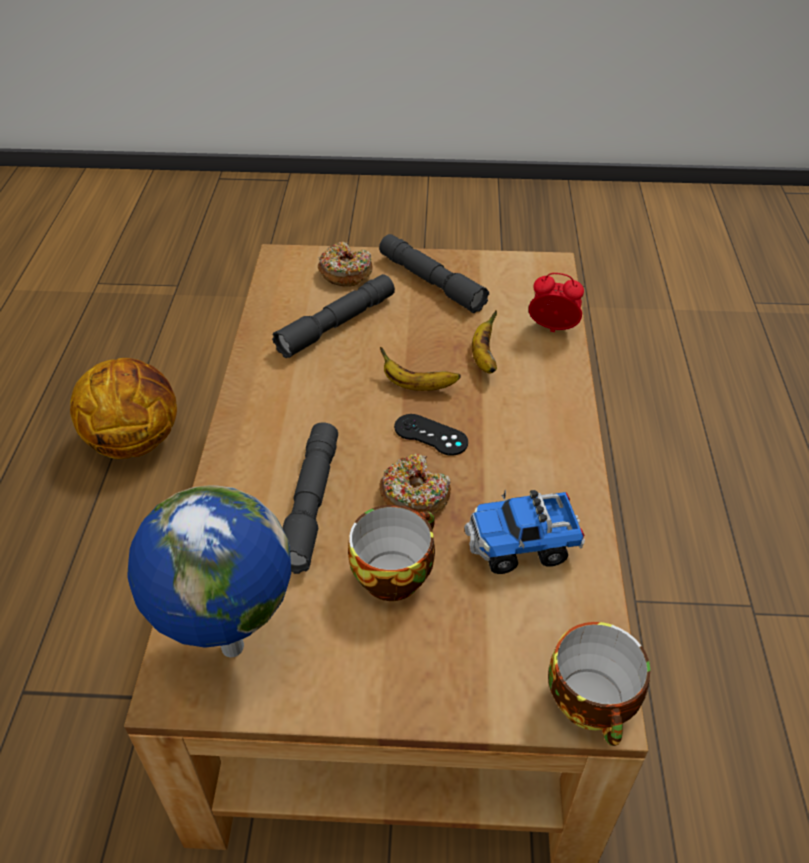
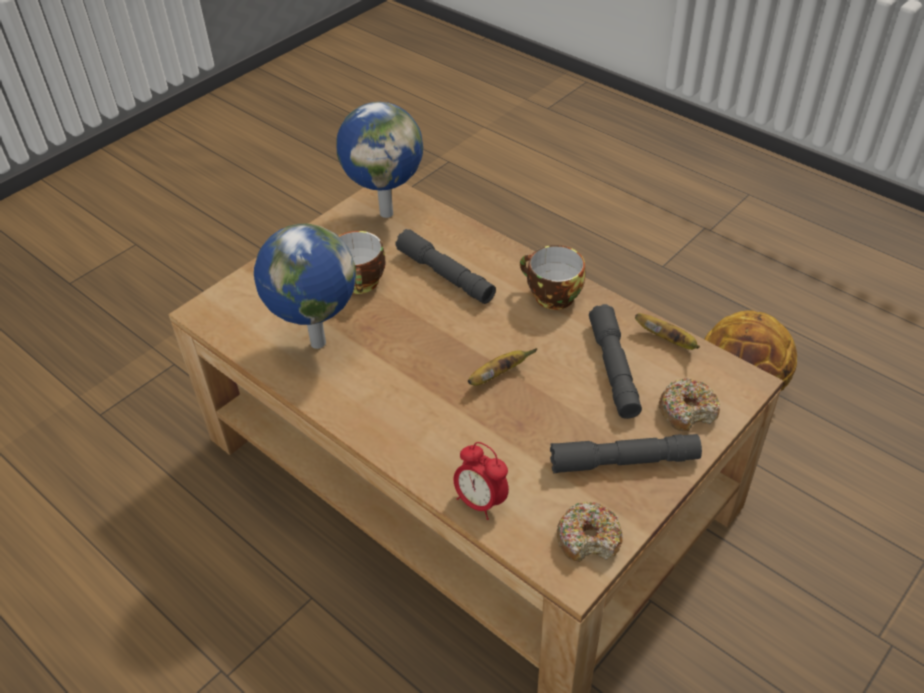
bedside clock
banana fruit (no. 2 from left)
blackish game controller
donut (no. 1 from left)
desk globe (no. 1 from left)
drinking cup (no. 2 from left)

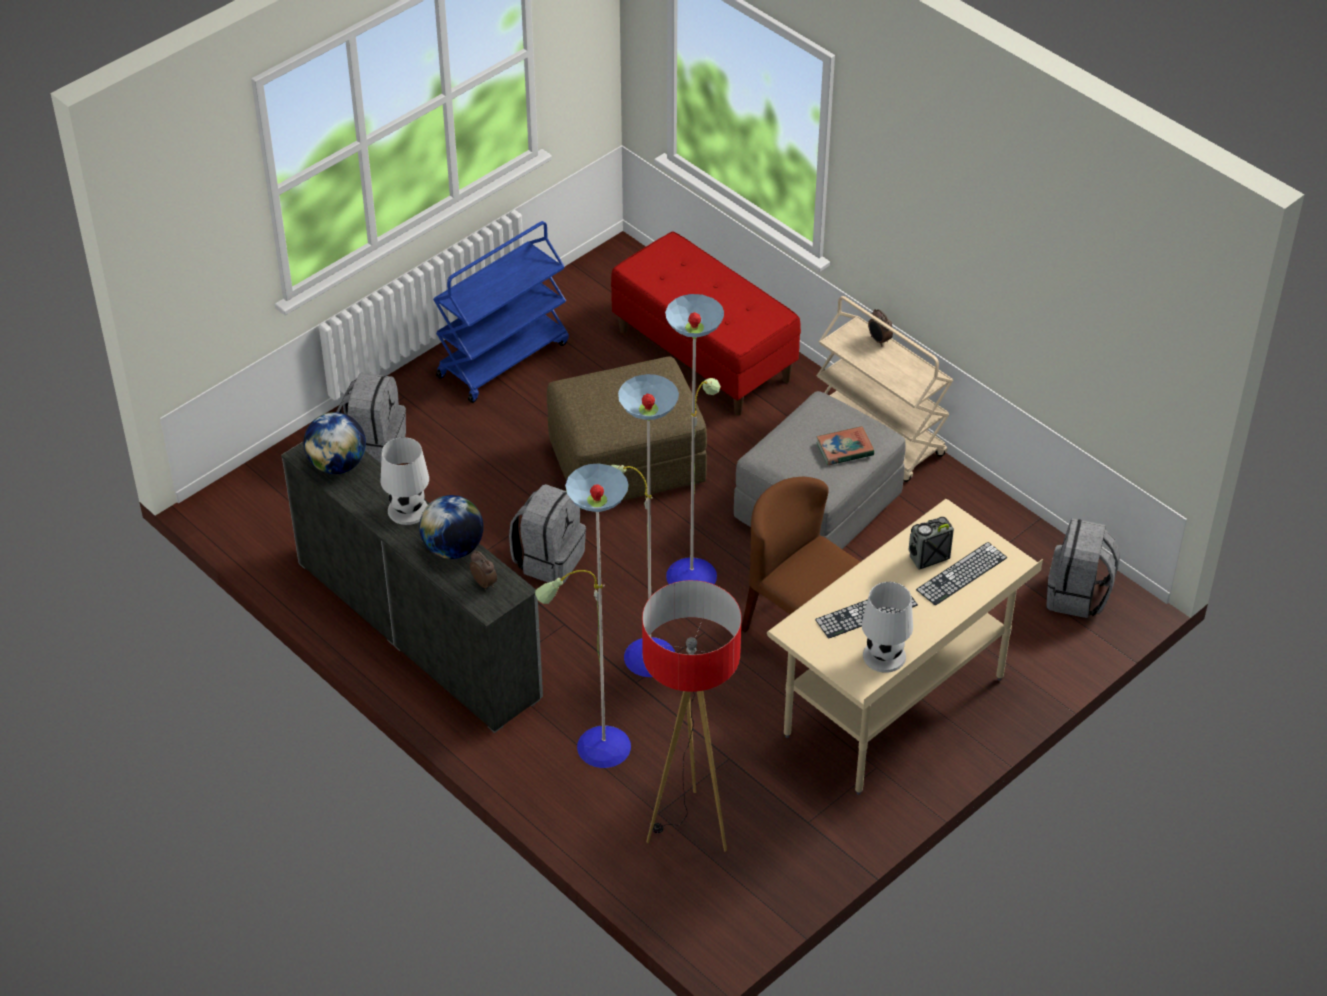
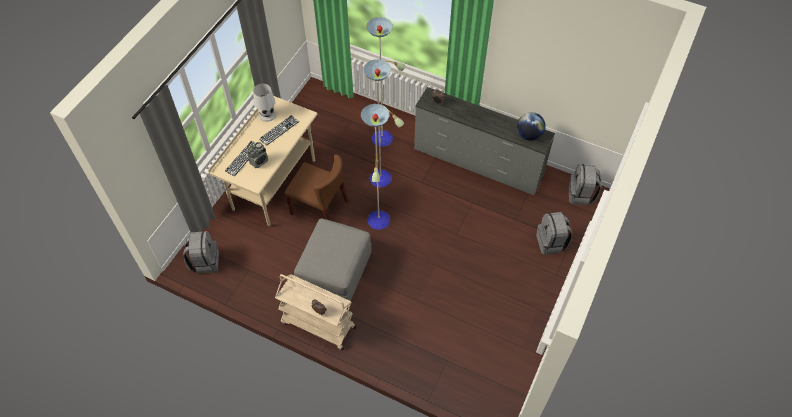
blue-coloured trolley
red bench
brownish pouffe
volume
white table lamp (no. 1 from left in the first image)
gray rucksack (no. 3 from left)
desk globe (no. 2 from left in the first image)
floor lamp (no. 2 from left in the first image)

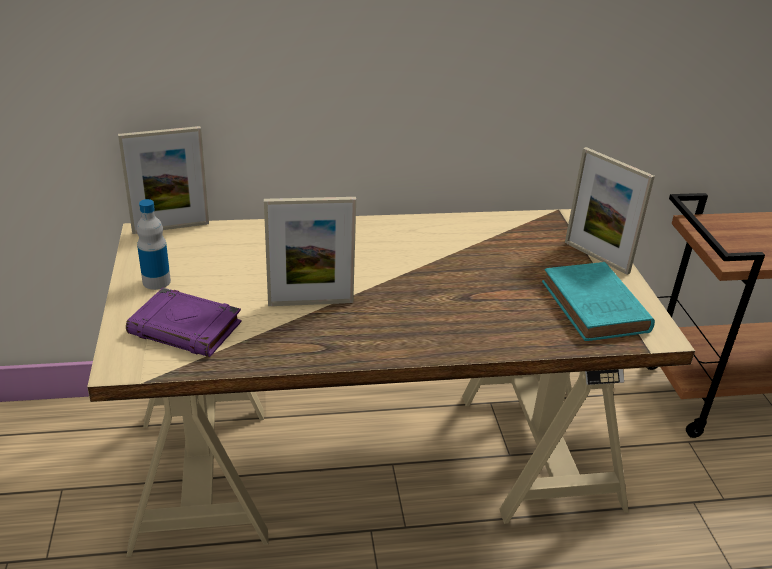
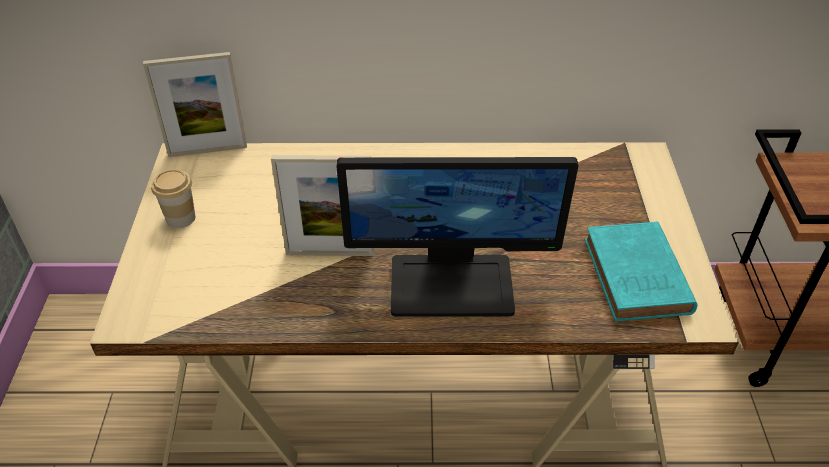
standing frame (no. 3 from left in the first image)
drinking cup
purple volume
computer screen

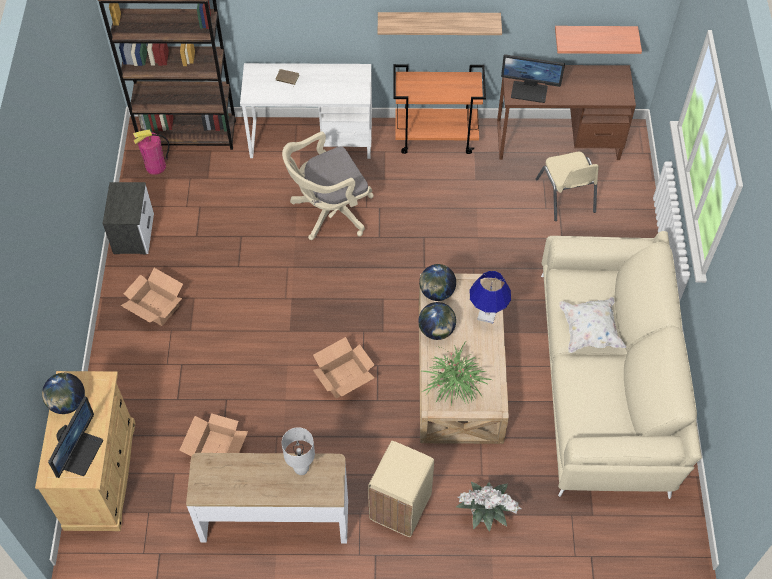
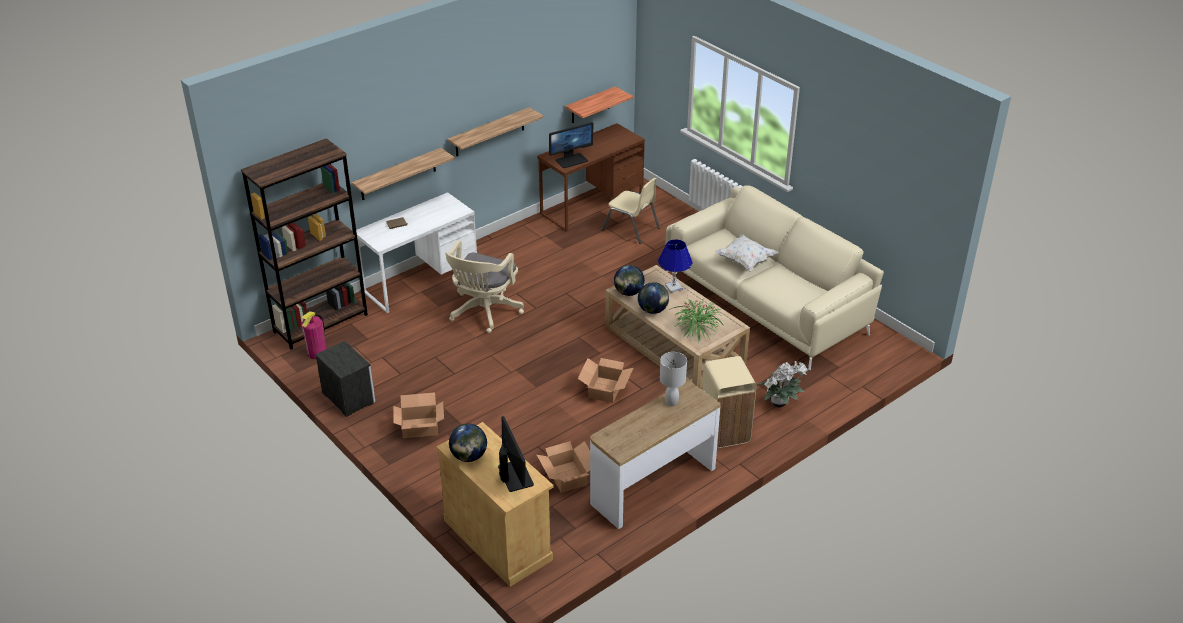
orangey trolley
shelf (no. 1 from left)

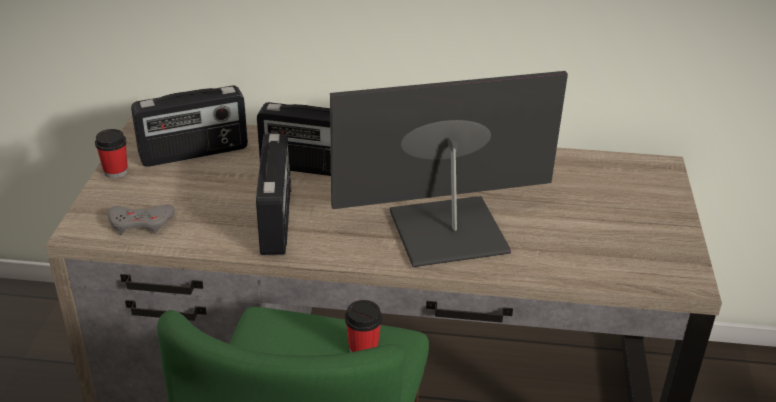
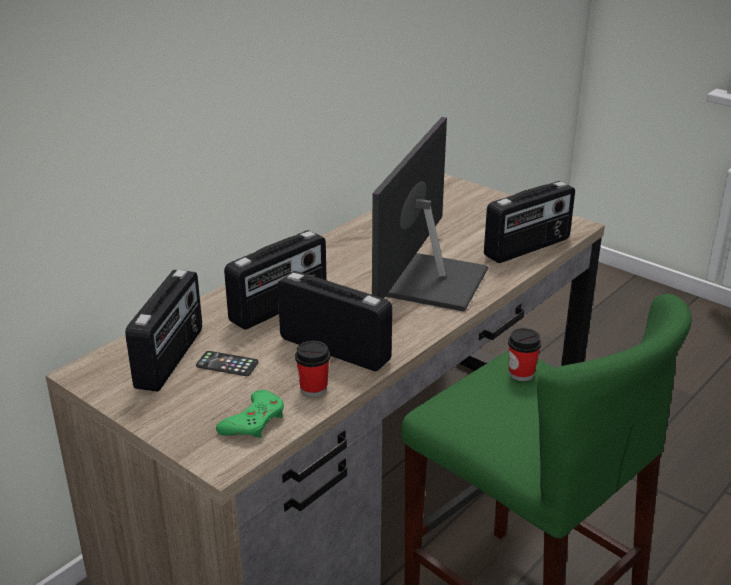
drinking cup (no. 1 from left)
greenish game controller
radio set (no. 4 from left)
phone

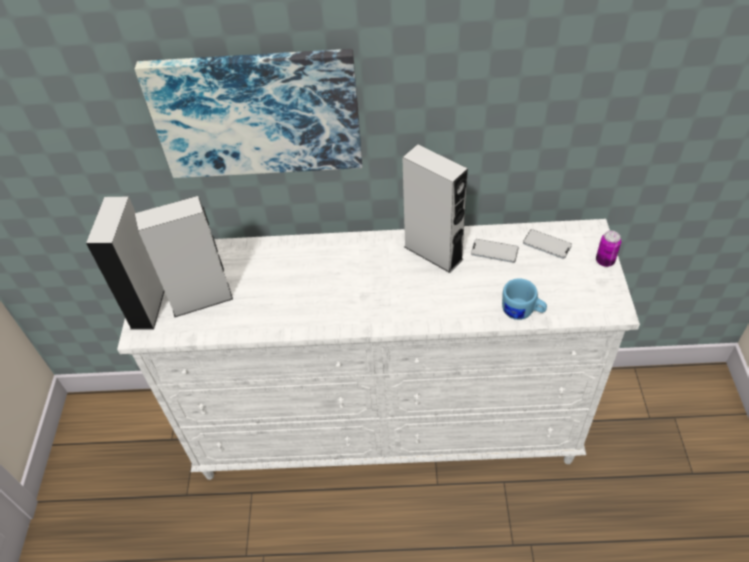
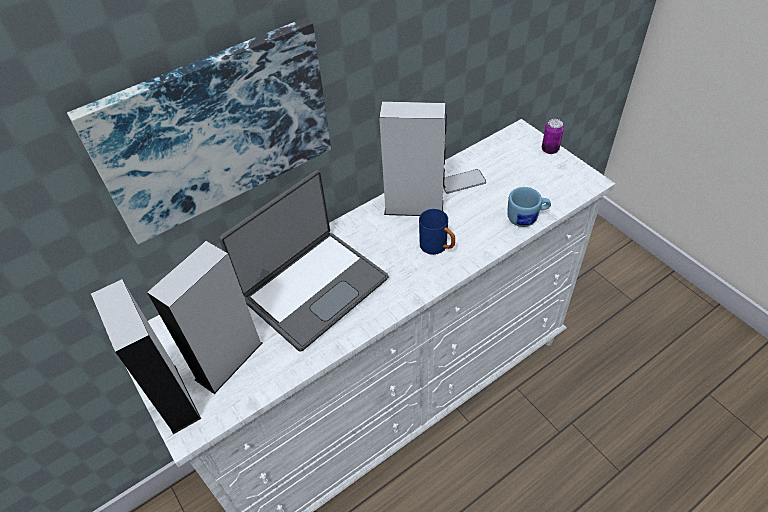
phone (no. 2 from left in the first image)
laptop
blue-coloured mug (no. 1 from left)

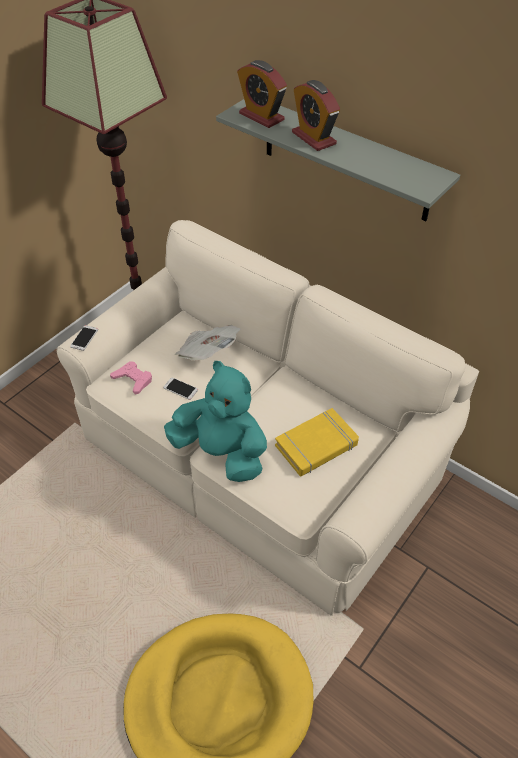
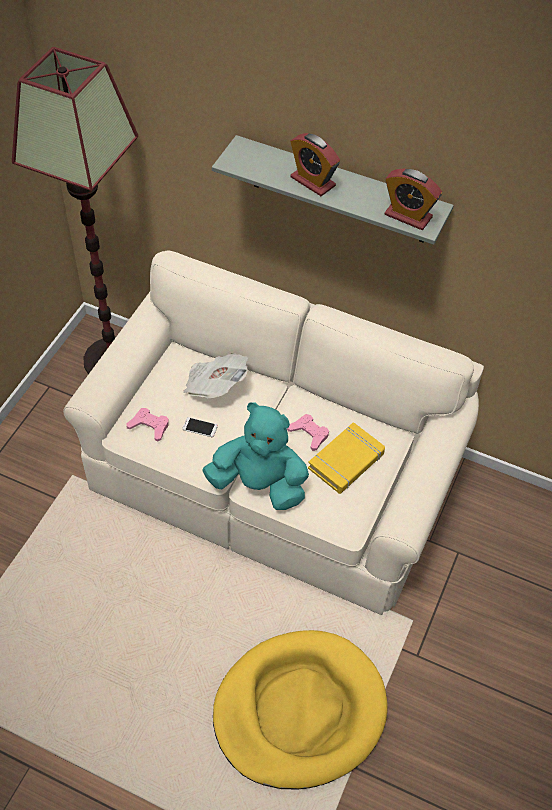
bedside clock (no. 2 from left)
phone (no. 1 from left in the first image)
pinkish game controller (no. 2 from left)

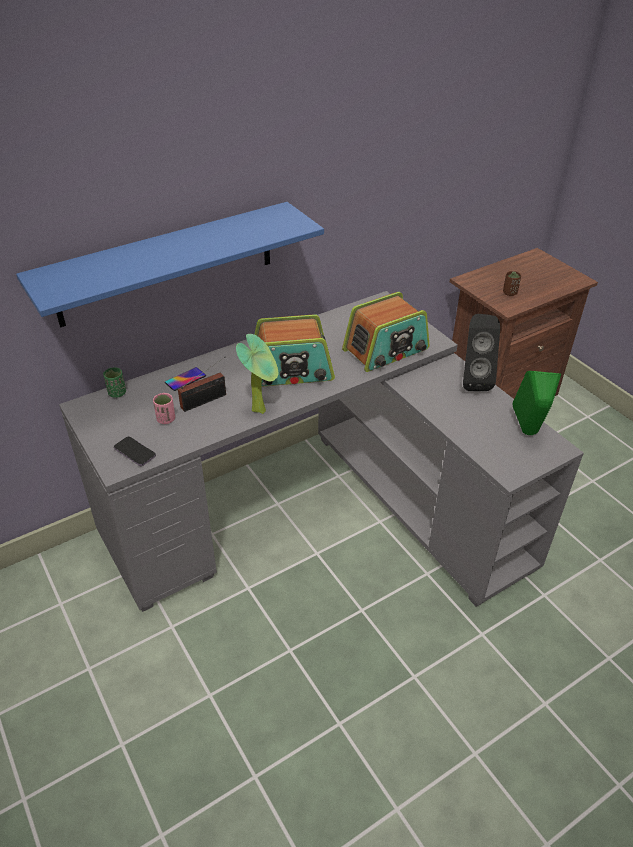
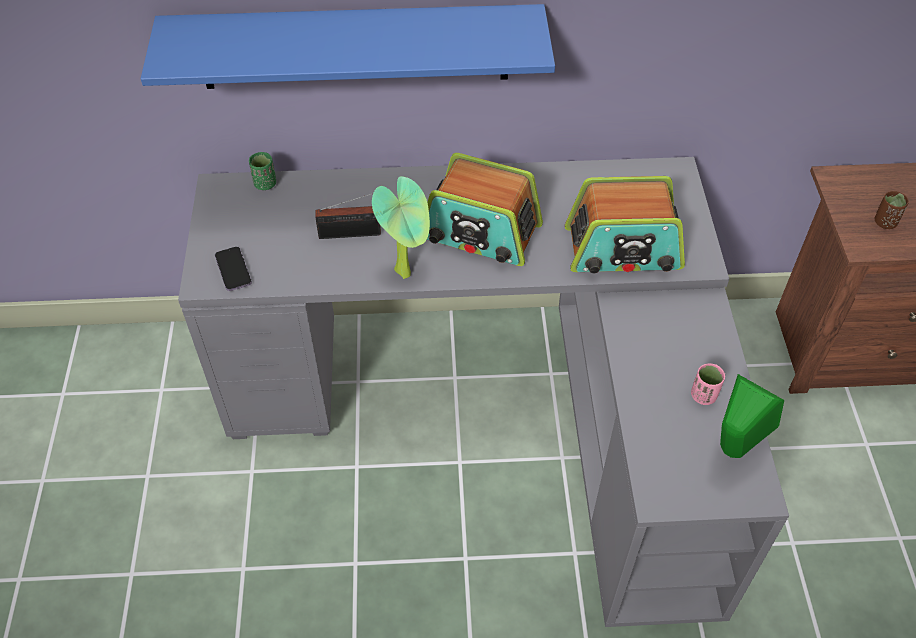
blackish audio speaker
phone (no. 2 from left in the first image)
pinkish drinking cup

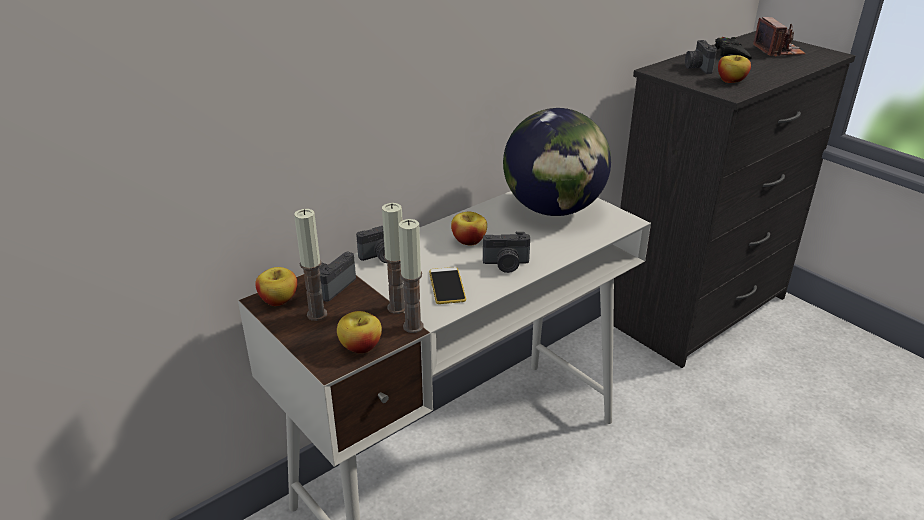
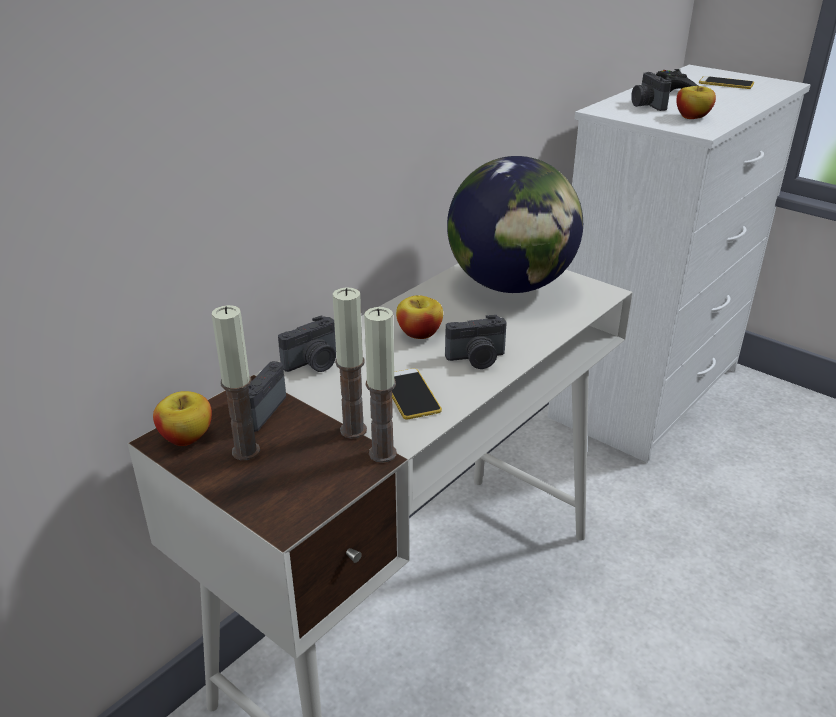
phone (no. 2 from left)
white drawer chest
apple fruit (no. 2 from left in the first image)

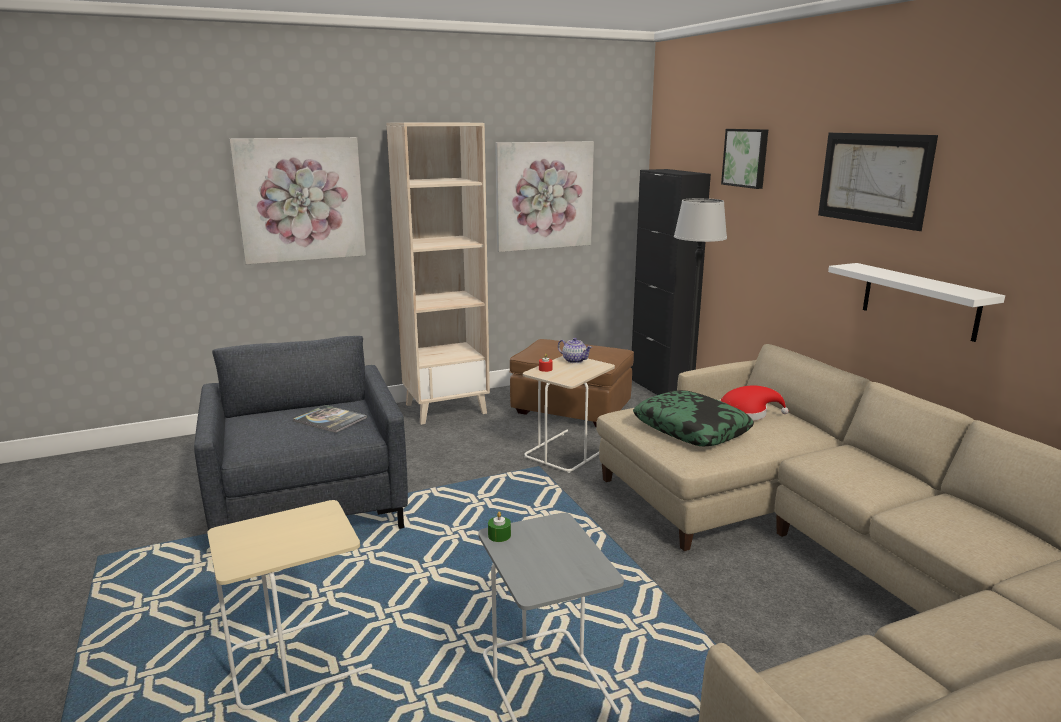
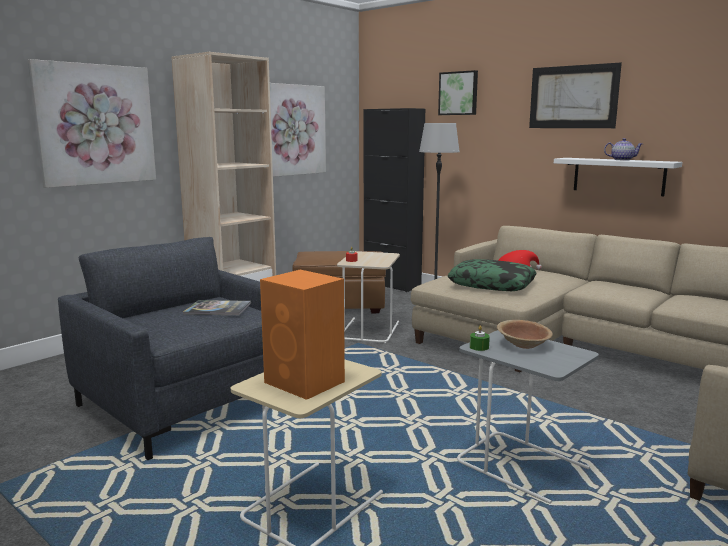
pot for tea
orangey audio speaker
brownish serving bowl

